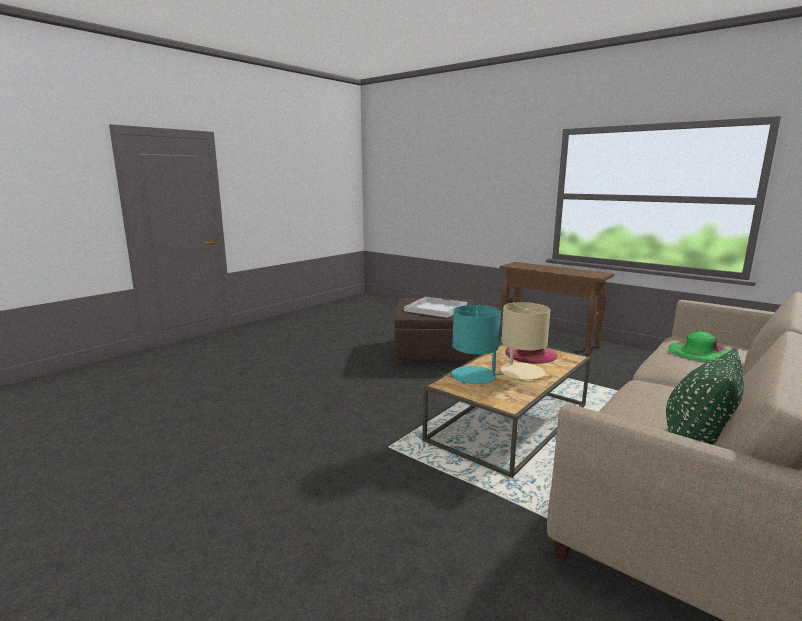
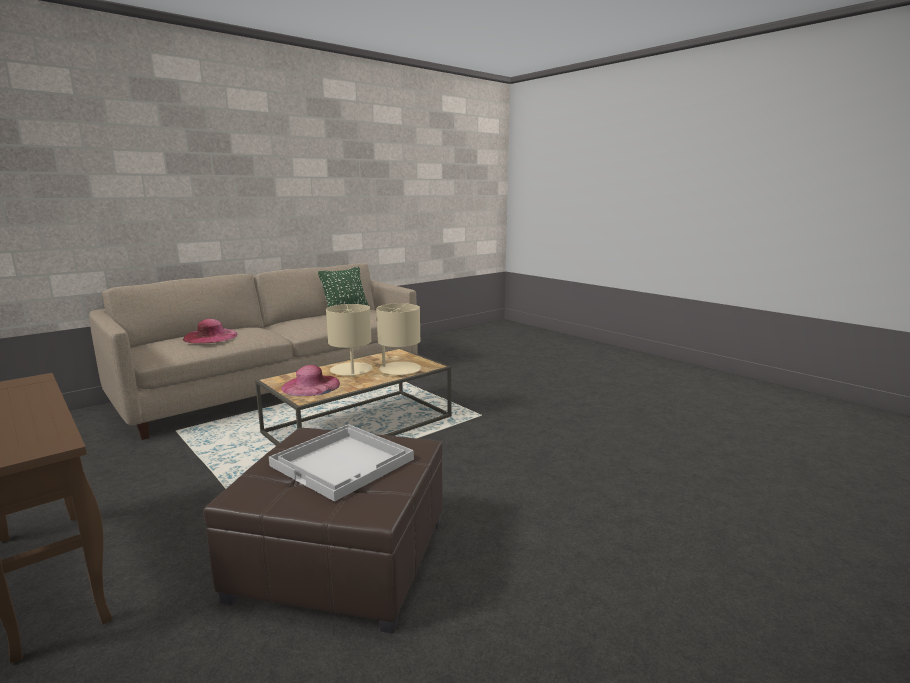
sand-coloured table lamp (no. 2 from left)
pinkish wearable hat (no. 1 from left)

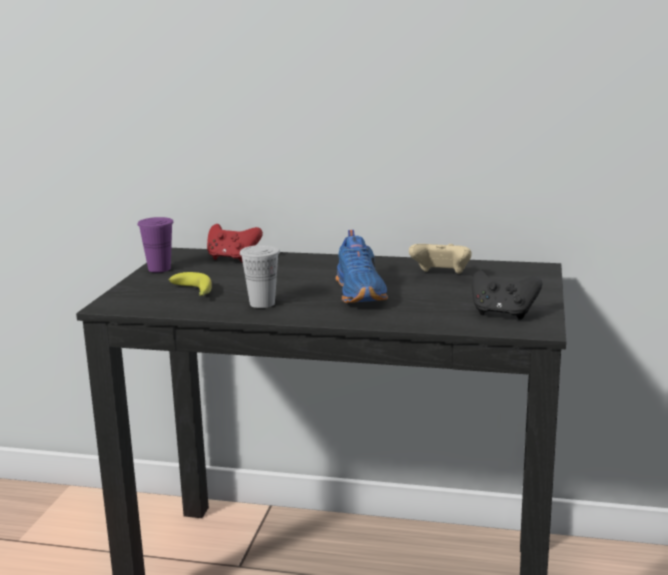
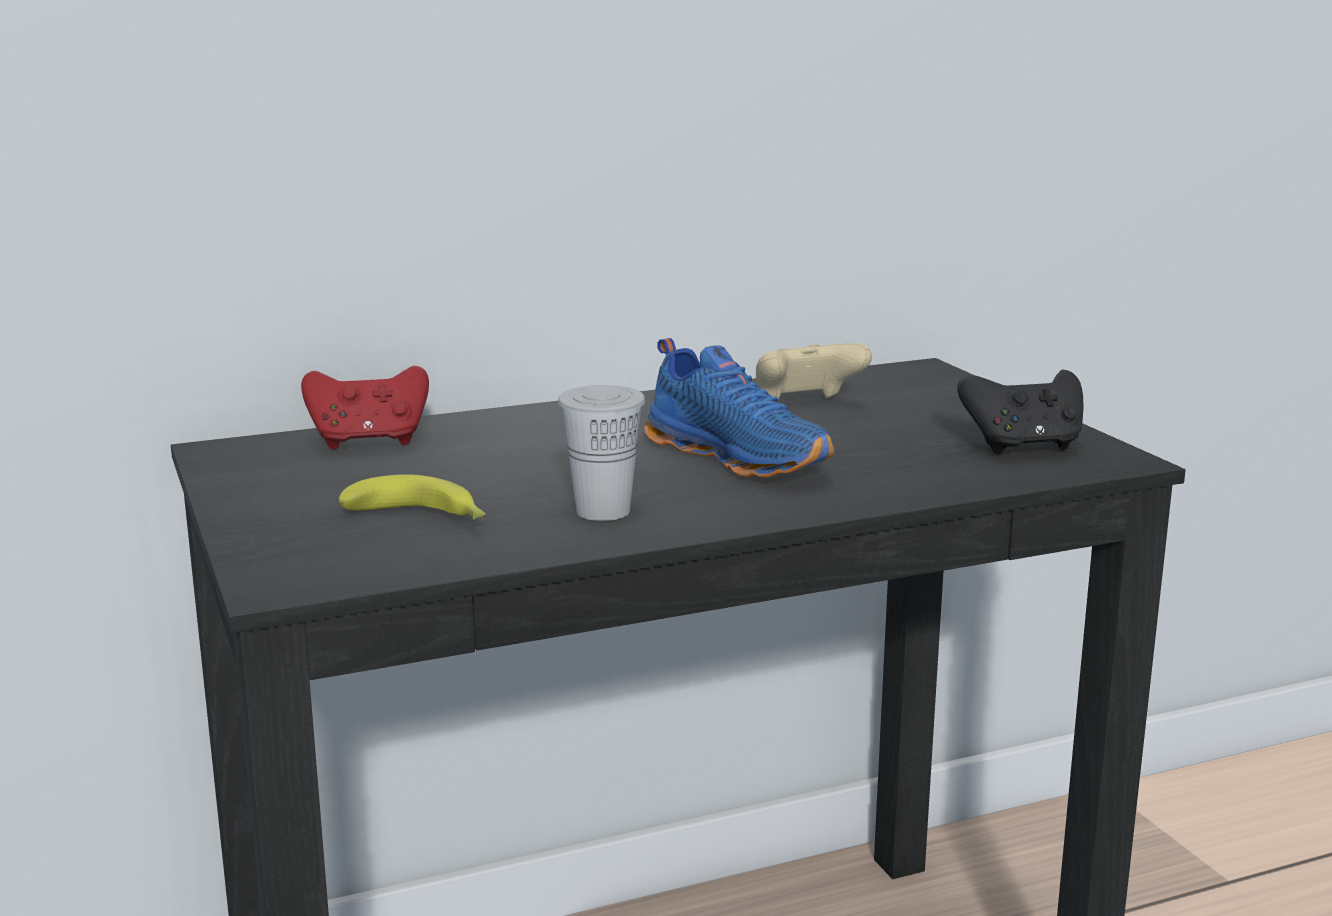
purple drinking cup

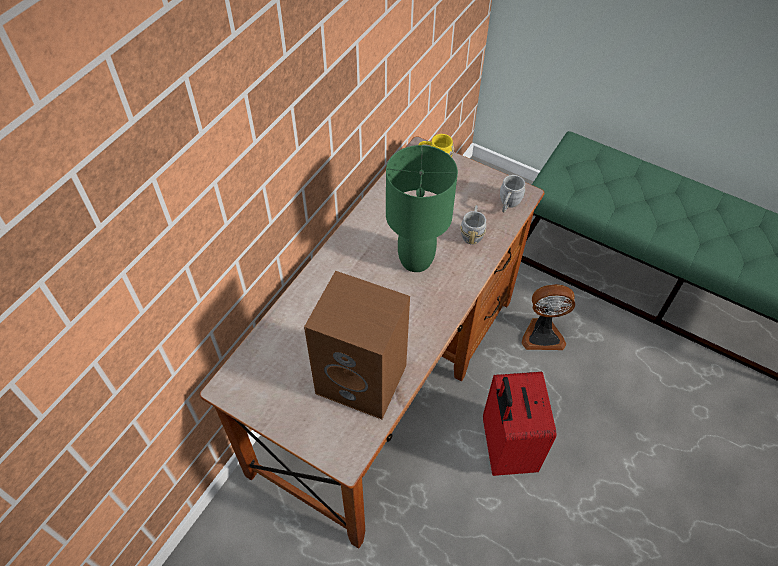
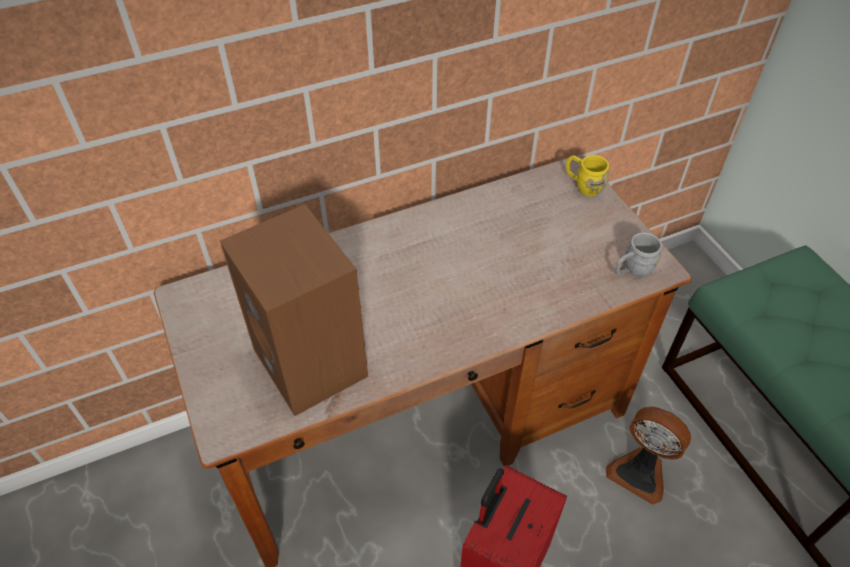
greenish table lamp
gray mug (no. 1 from left in the first image)

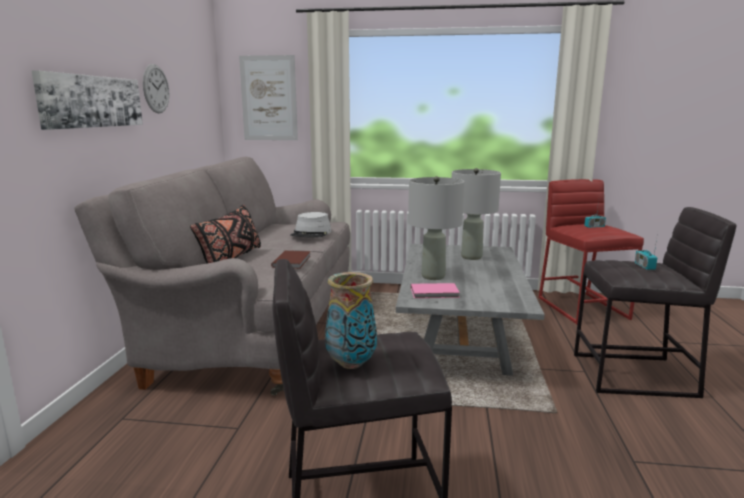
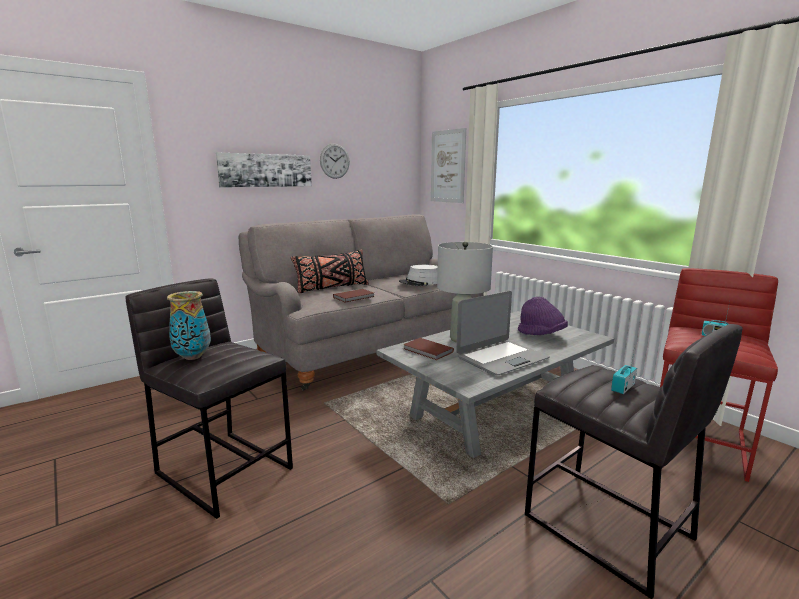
purple wearable hat
brownish volume (no. 2 from left)
laptop

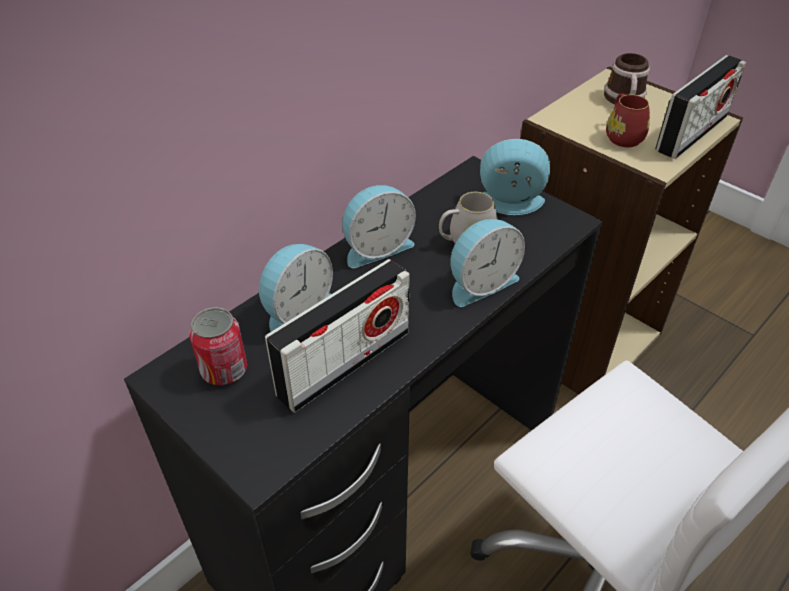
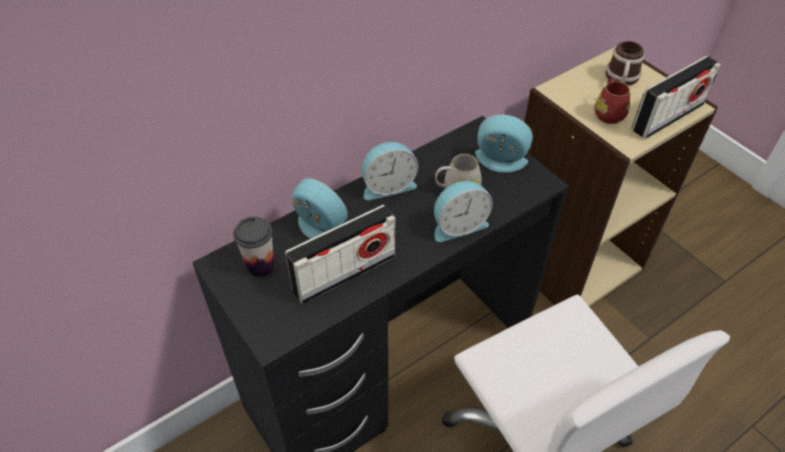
bedside clock (no. 1 from left)
drinking cup

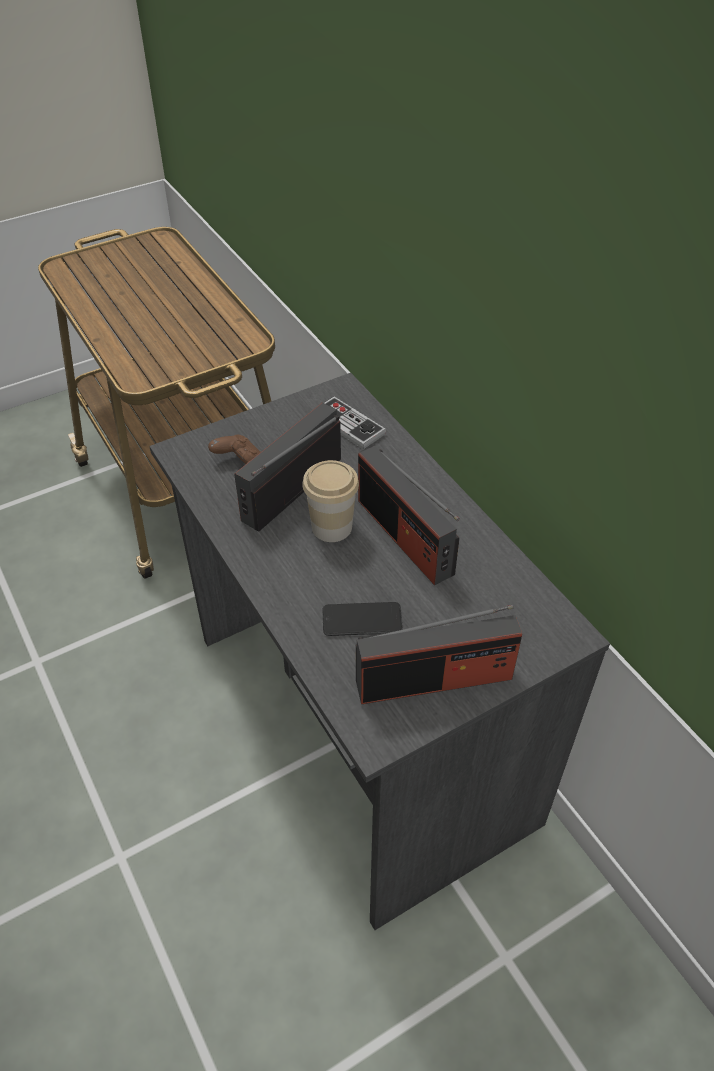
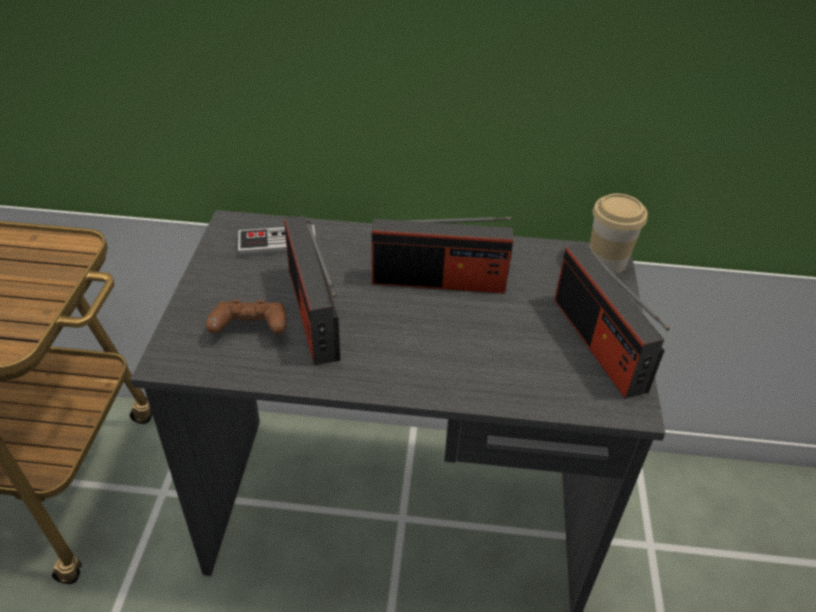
drinking cup
phone
radio set (no. 3 from left)

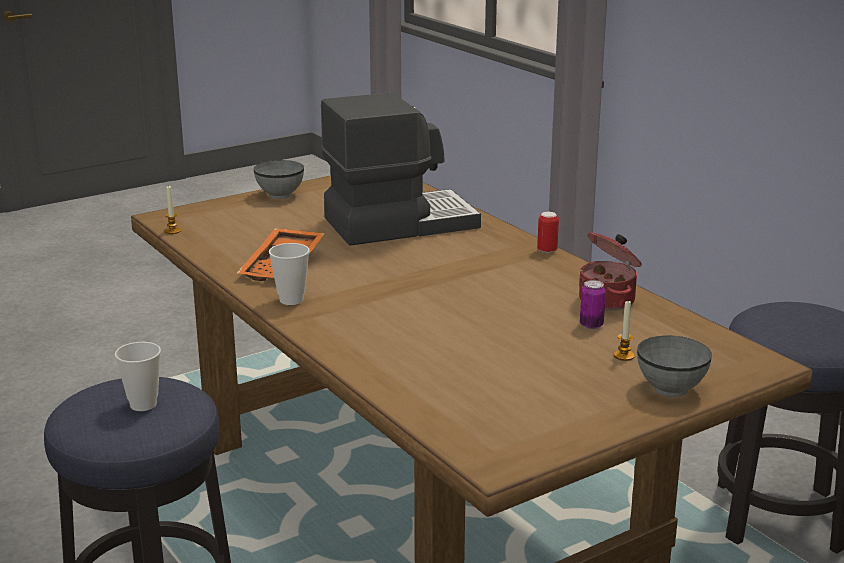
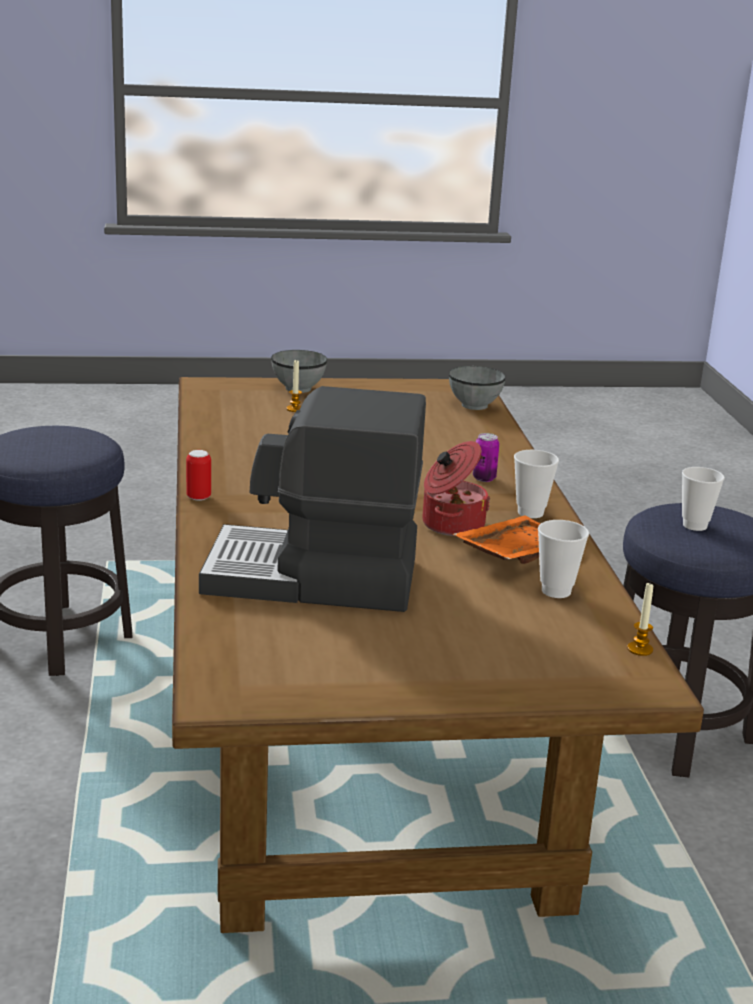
gray serving bowl (no. 2 from left)
saucepot
metal can (no. 2 from left)
drinking cup (no. 2 from left)

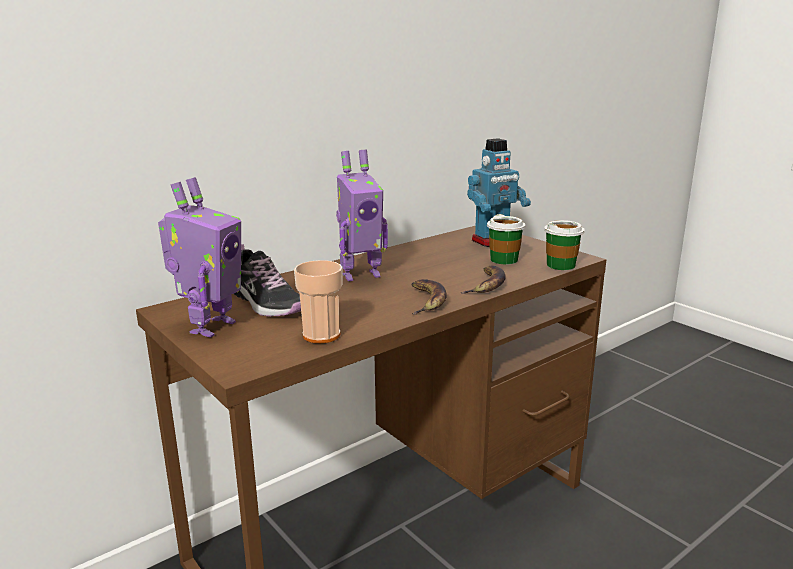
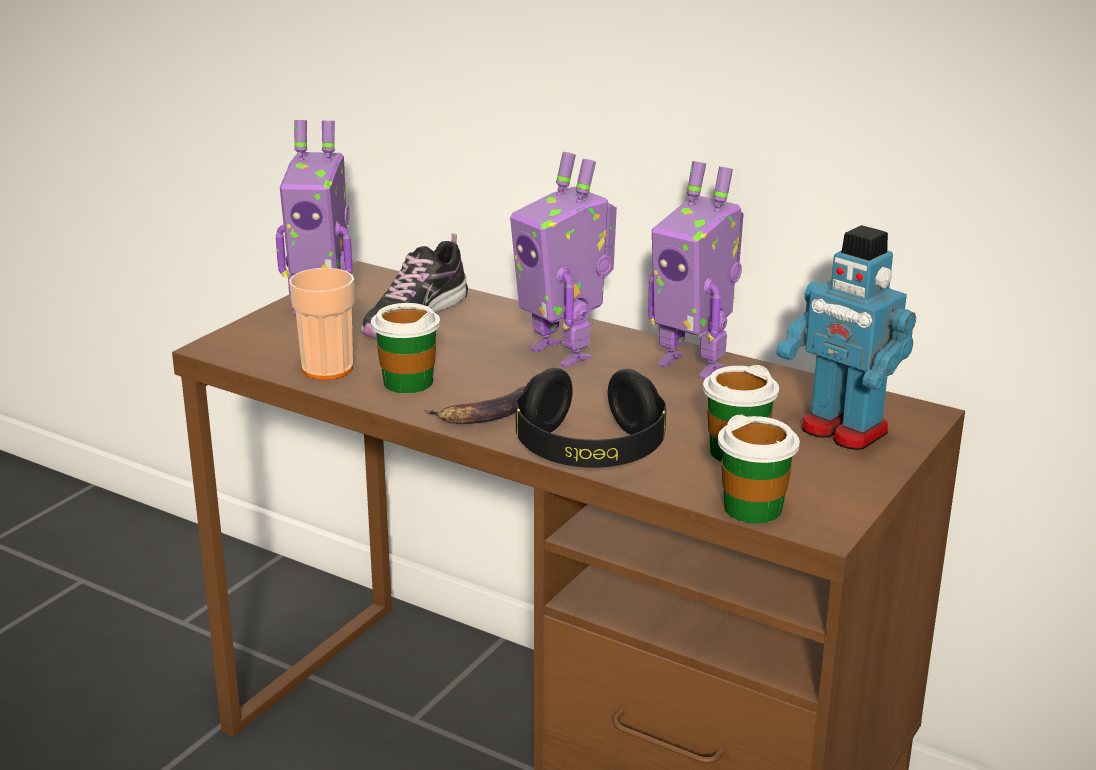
blackish pair of headphones
toy robot (no. 3 from left)
drinking cup (no. 2 from left)

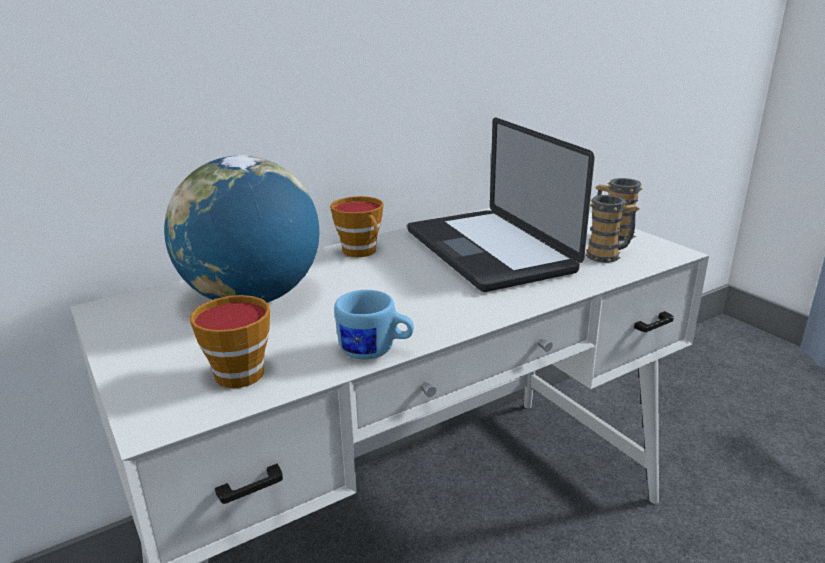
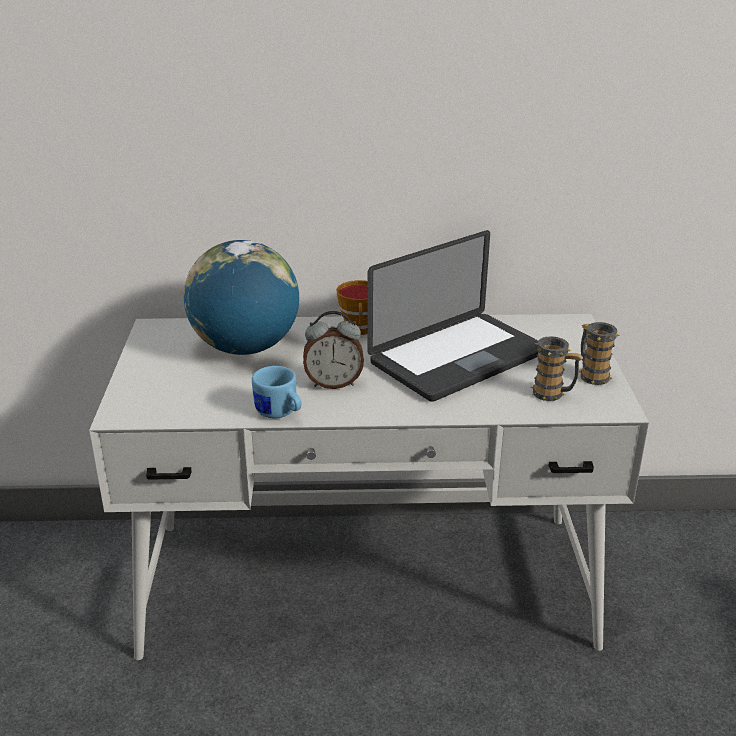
laptop
drinking cup (no. 1 from left in the first image)
bedside clock

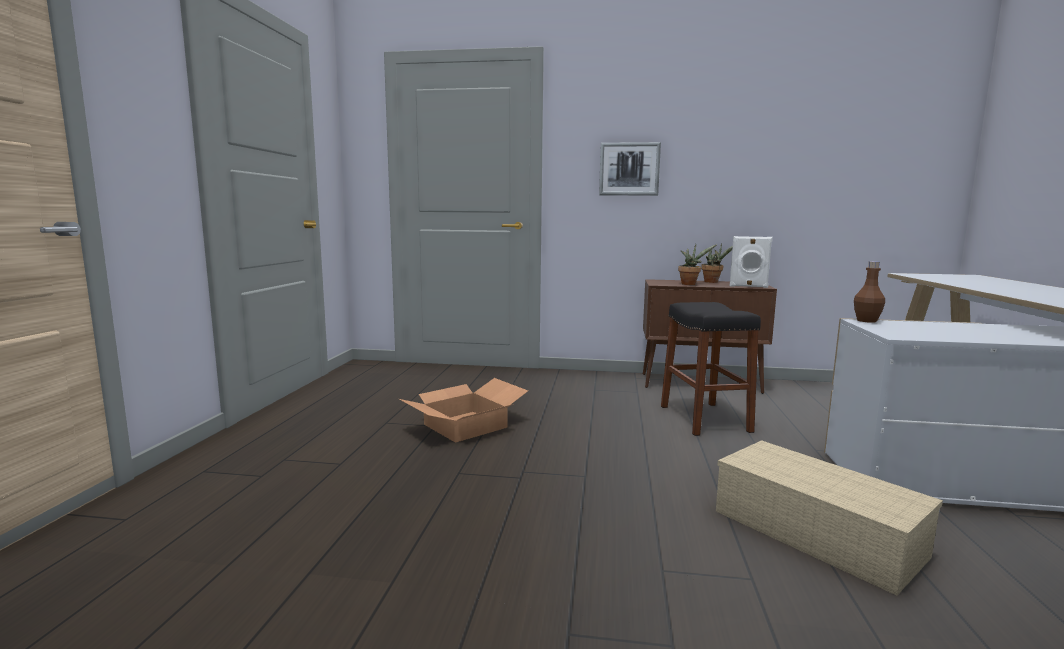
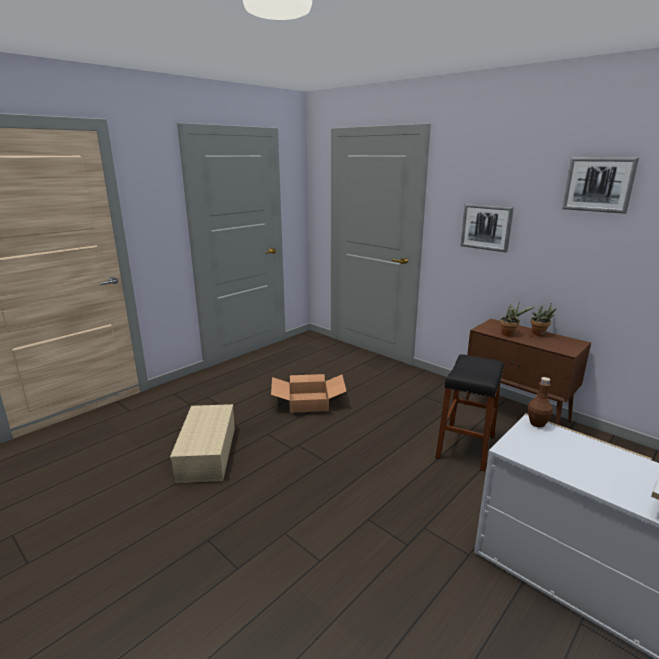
white audio speaker
sand-coloured storage container
picture (no. 2 from left)

